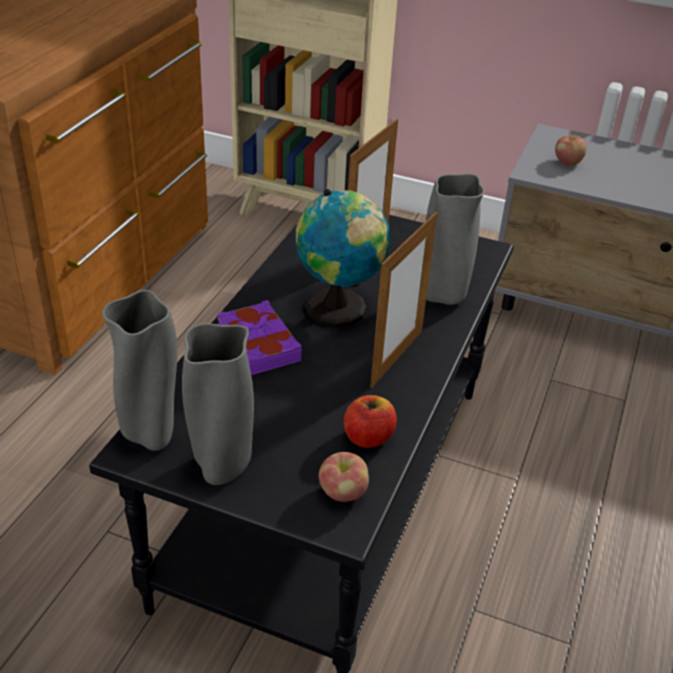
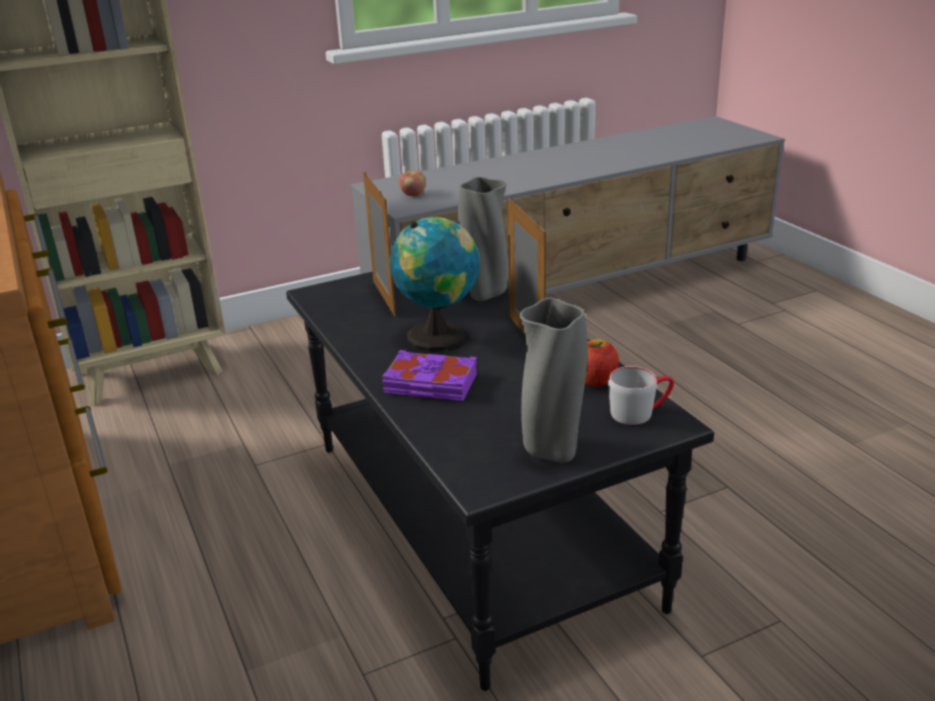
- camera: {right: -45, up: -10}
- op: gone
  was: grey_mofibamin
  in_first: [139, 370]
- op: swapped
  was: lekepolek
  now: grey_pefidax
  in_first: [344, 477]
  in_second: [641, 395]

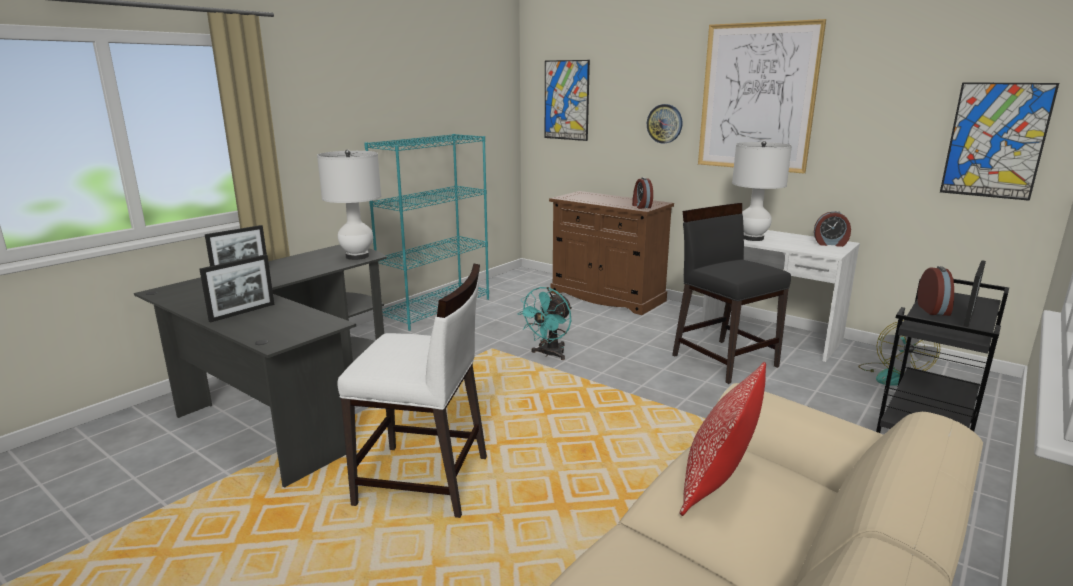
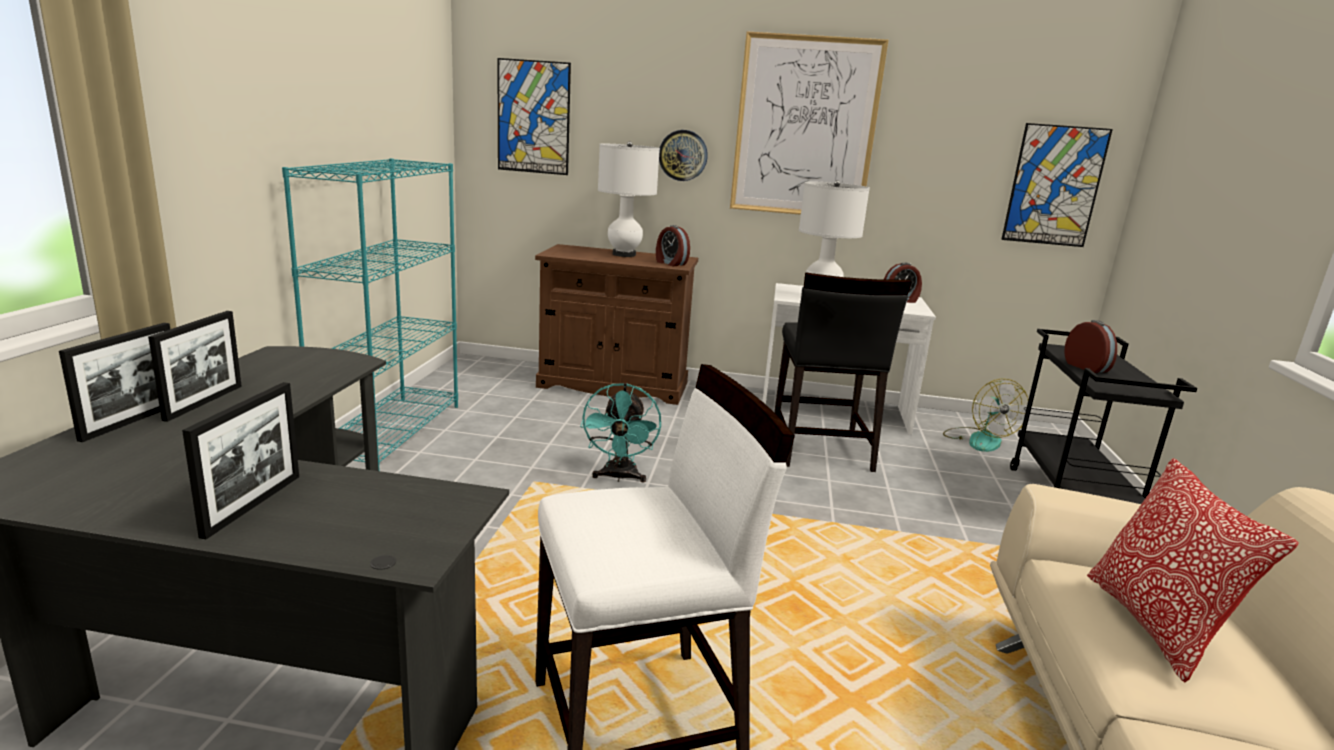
- camera: {right: -30, up: 0}
- op: shifted
  was: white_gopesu
  in_first: [349, 205]
  in_second: [629, 199]
- op: rotated
  was: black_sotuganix
  in_first: [731, 293]
  in_second: [842, 372]
  clockwise: -120
- op: shifted
  was: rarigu
  in_first: [975, 293]
  in_second: [195, 366]

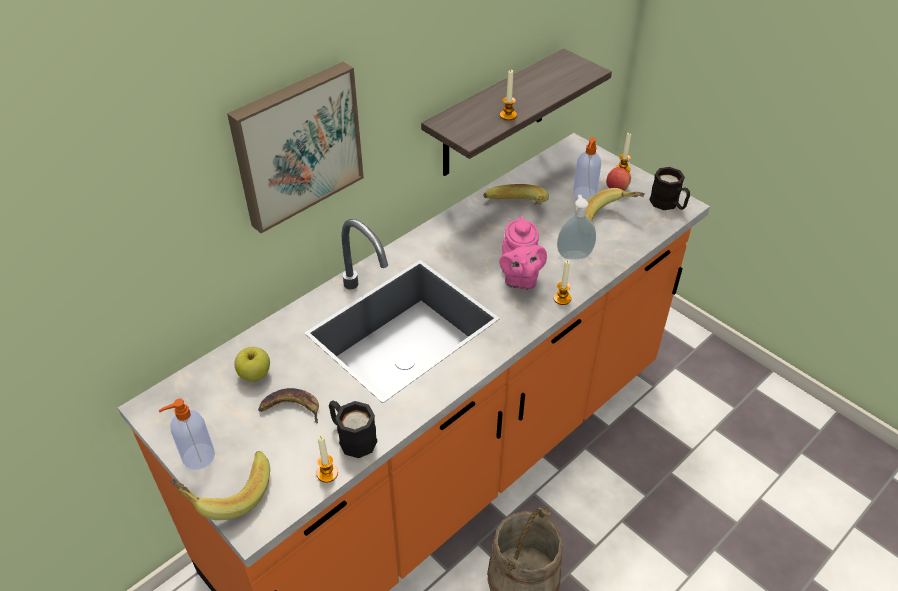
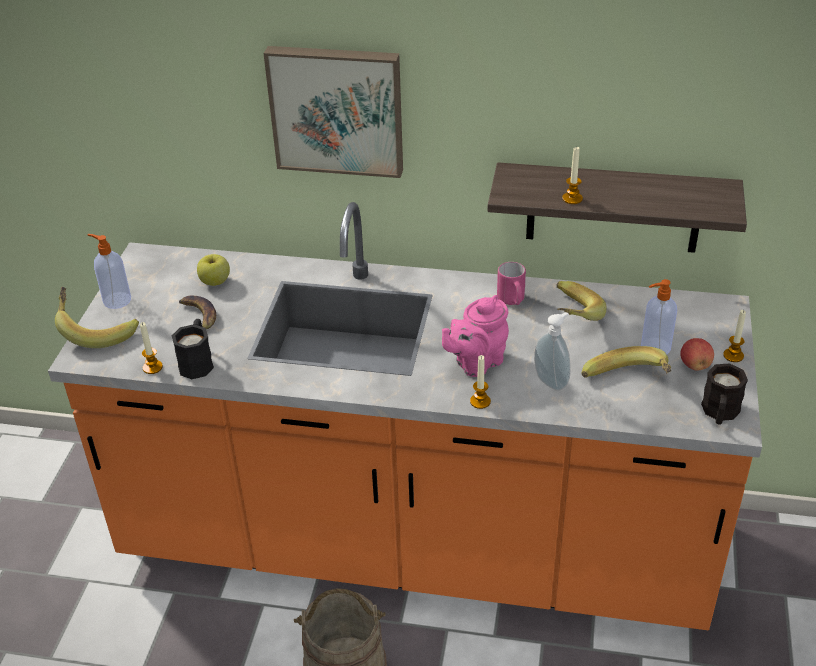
- camera: {right: 55, up: -5}
- op: new
  now: pink_pefidax
  in_second: [511, 283]

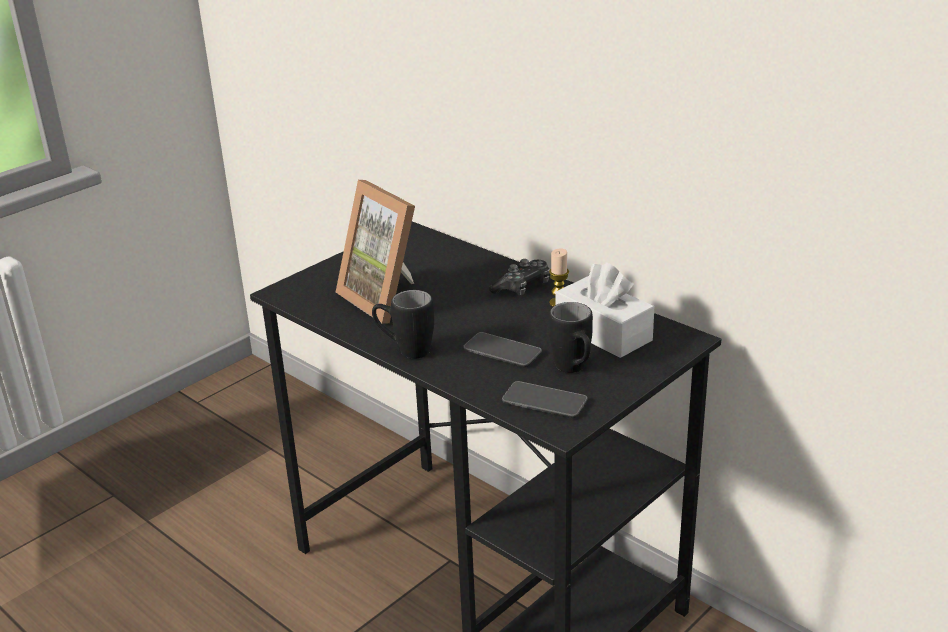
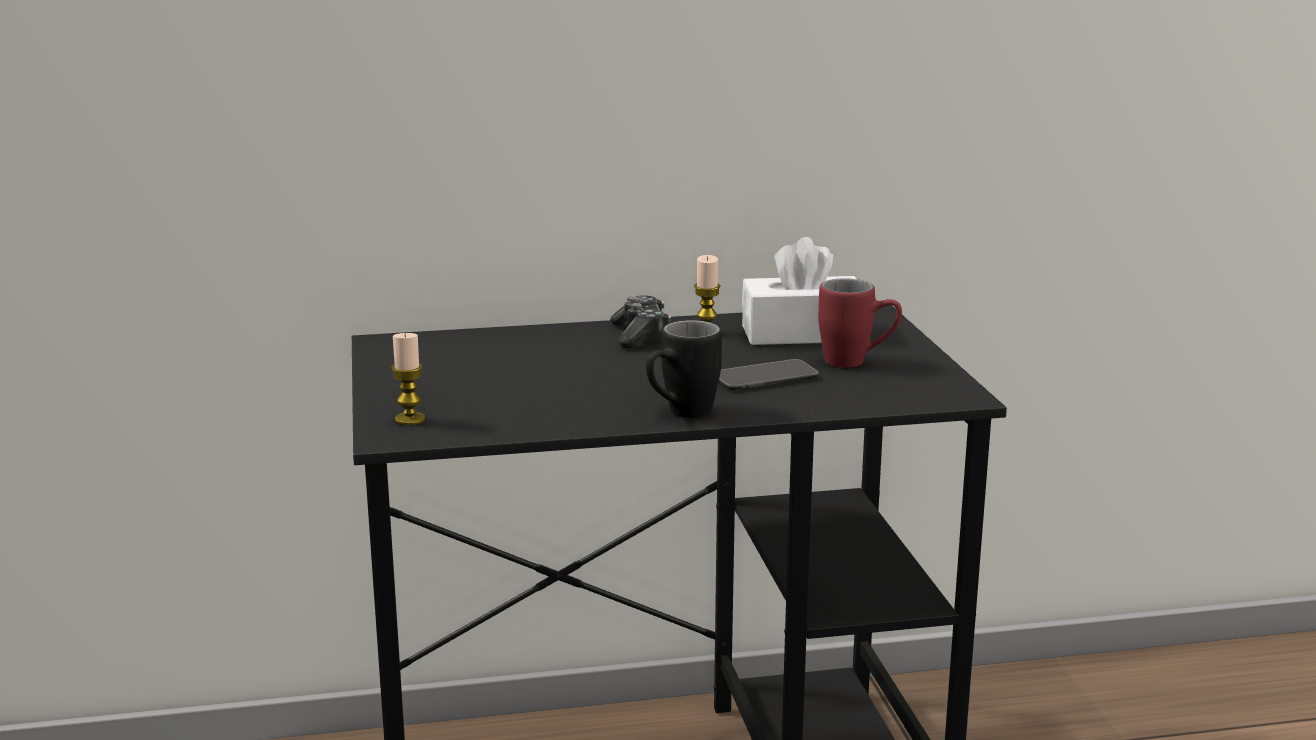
- camera: {right: -55, up: -10}
- op: gone
  was: rarigu
  in_first: [375, 252]
- op: gone
  was: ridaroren
  in_first: [545, 399]
- op: repainted
  was: black_pefidax
  now: red_pefidax
  in_first: [571, 337]
  in_second: [860, 323]
- op: new
  now: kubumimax
  in_second: [408, 379]

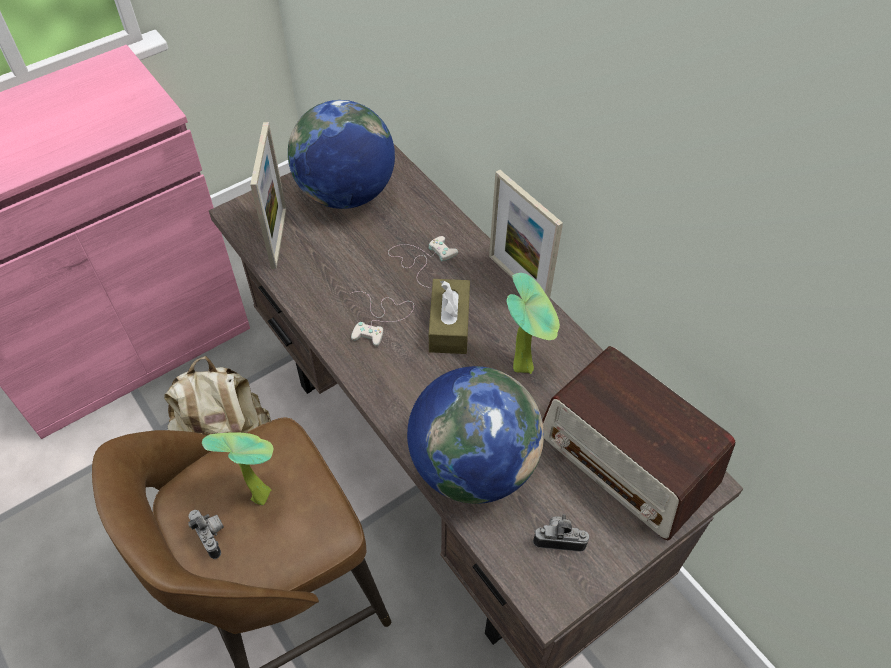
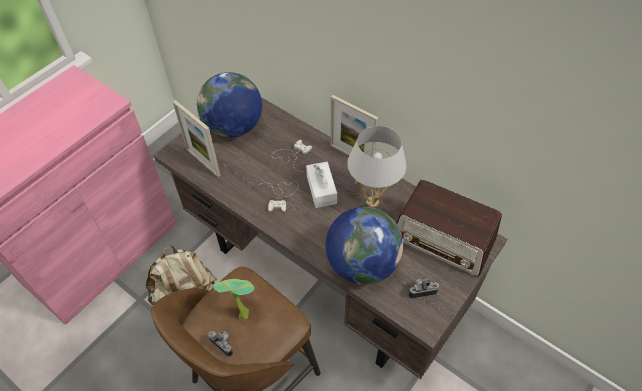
- camera: {right: -15, up: 0}
- op: rotated
  was: rarigu
  in_first: [268, 195]
  in_second: [196, 138]
  clockwise: 150
- op: repainted
  was: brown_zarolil
  now: white_zarolil
  in_first: [449, 316]
  in_second: [321, 185]
- op: swapped
  was: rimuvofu
  now: white_gopesu
  in_first: [533, 323]
  in_second: [377, 166]

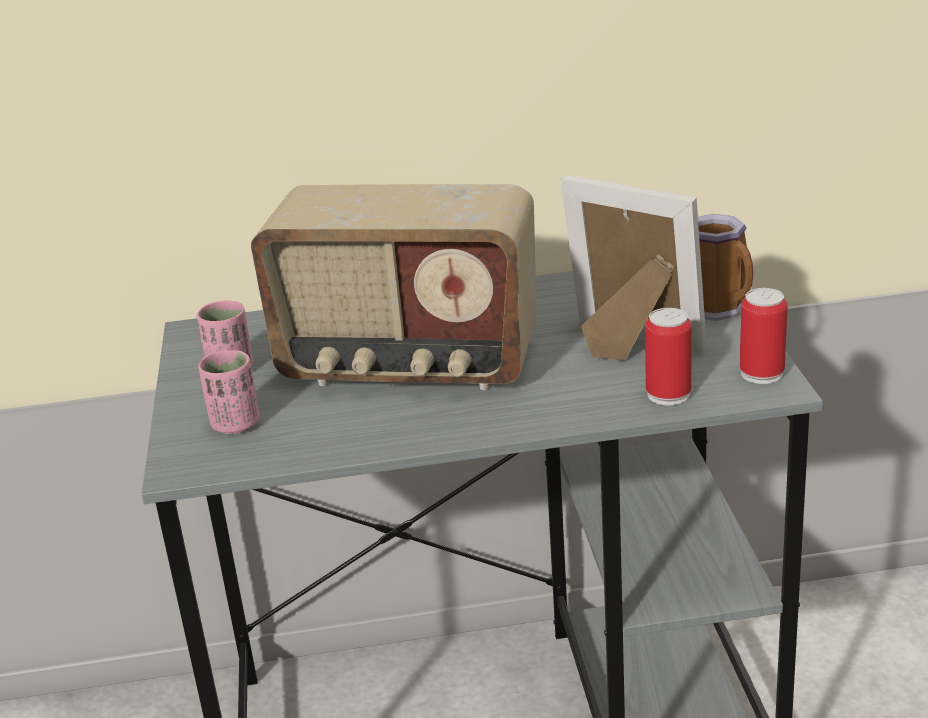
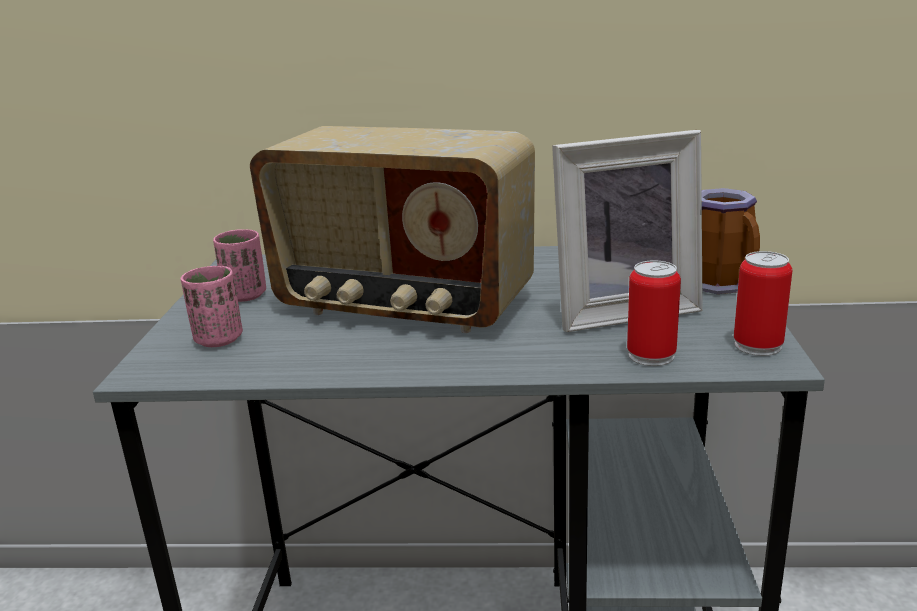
- camera: {right: 10, up: -5}
- op: rotated
  was: rarigu
  in_first: [634, 268]
  in_second: [627, 231]
  clockwise: 120

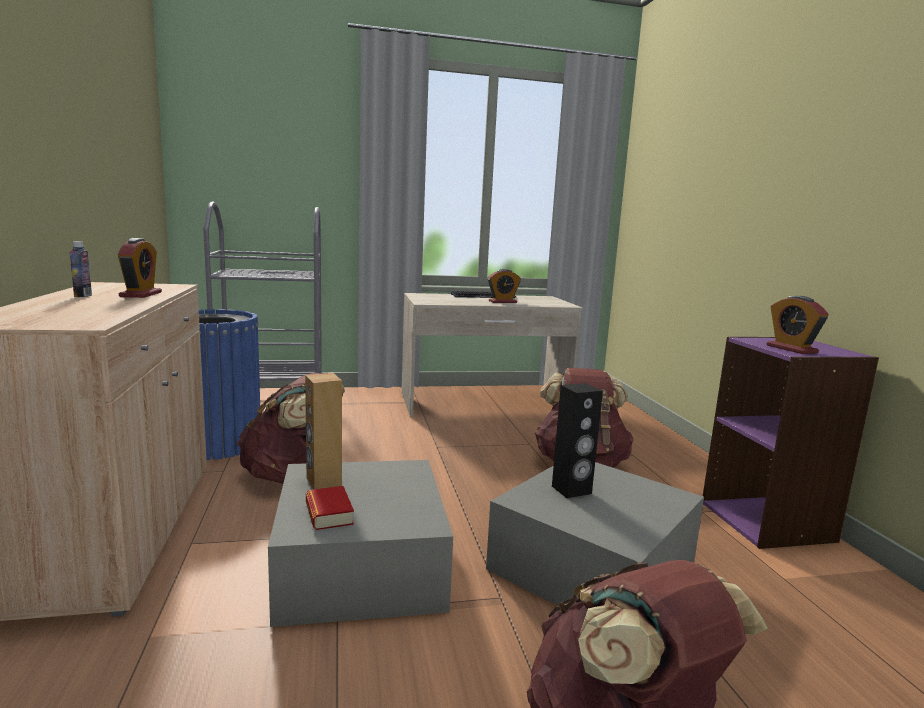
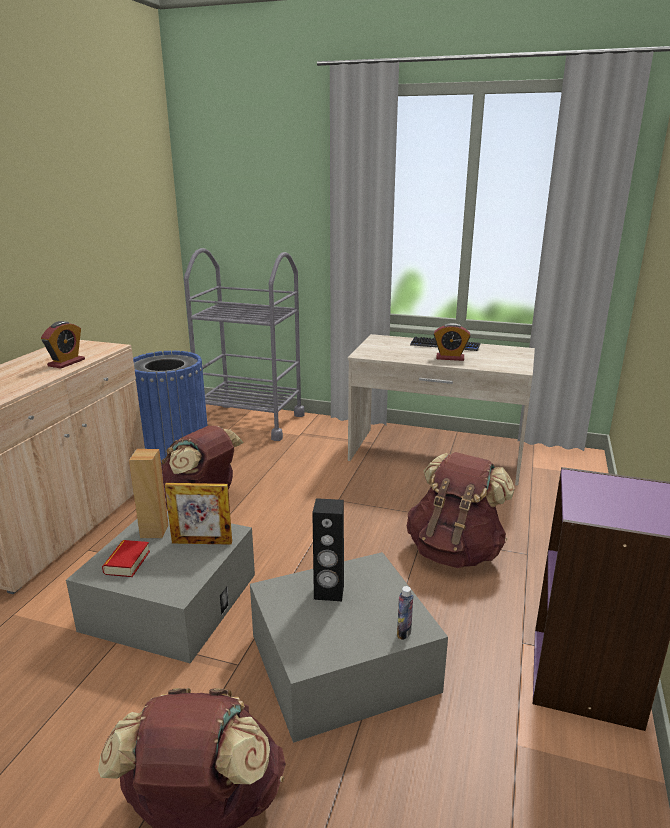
- camera: {right: 30, up: 10}
- op: shifted
  was: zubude
  in_first: [81, 269]
  in_second: [405, 613]
- op: gone
  was: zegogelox
  in_first: [798, 325]
- op: new
  now: rarigu
  in_second: [198, 514]

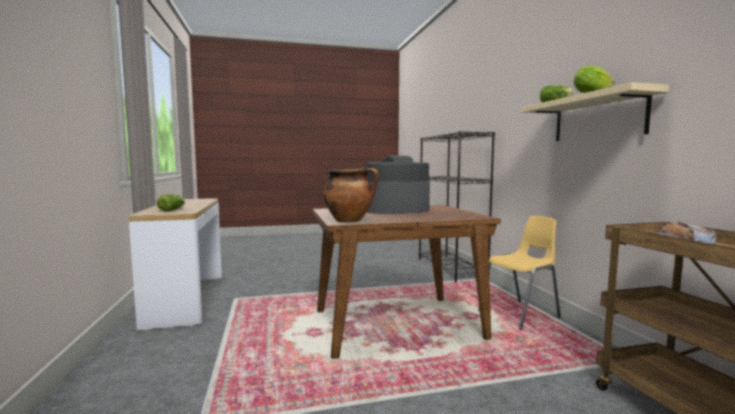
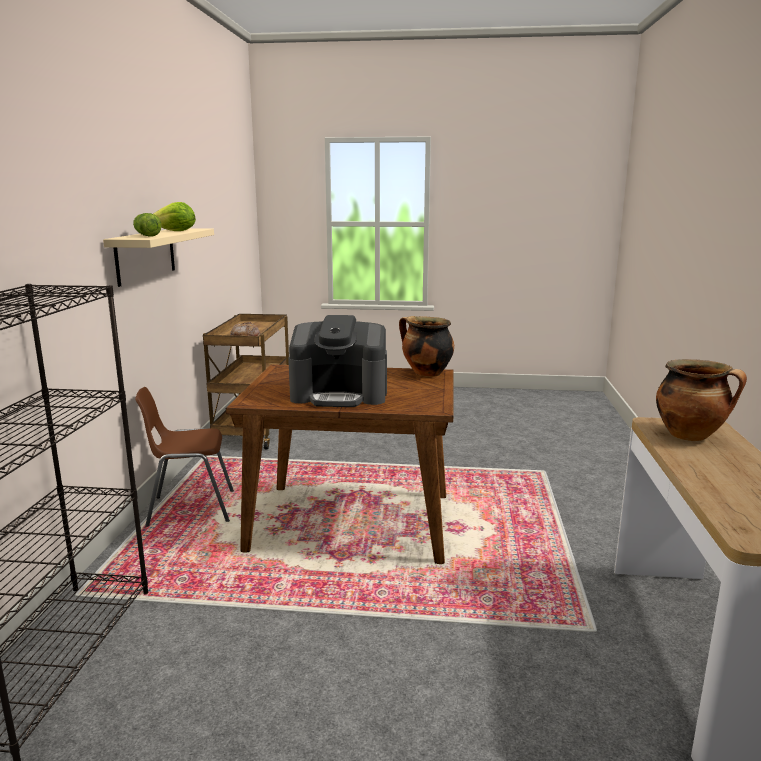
- camera: {right: -160, up: 10}
- op: swapped
  was: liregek
  now: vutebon
  in_first: [171, 202]
  in_second: [701, 400]
- op: repainted
  was: yellow_sotuganix
  now: brown_sotuganix
  in_first: [519, 273]
  in_second: [184, 457]

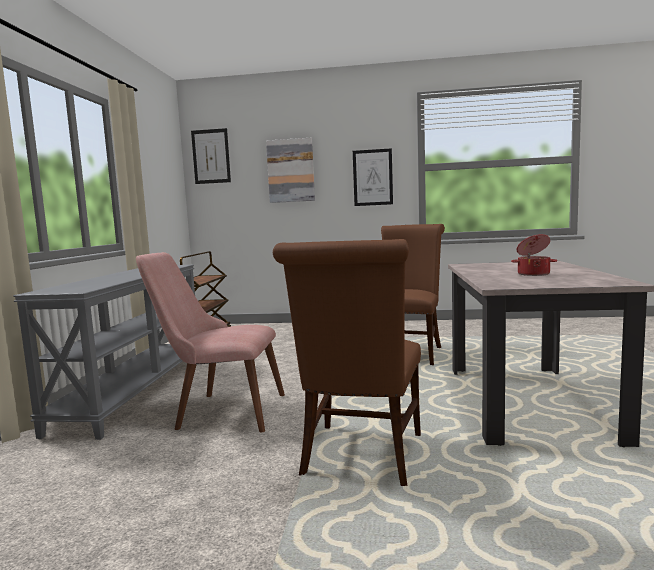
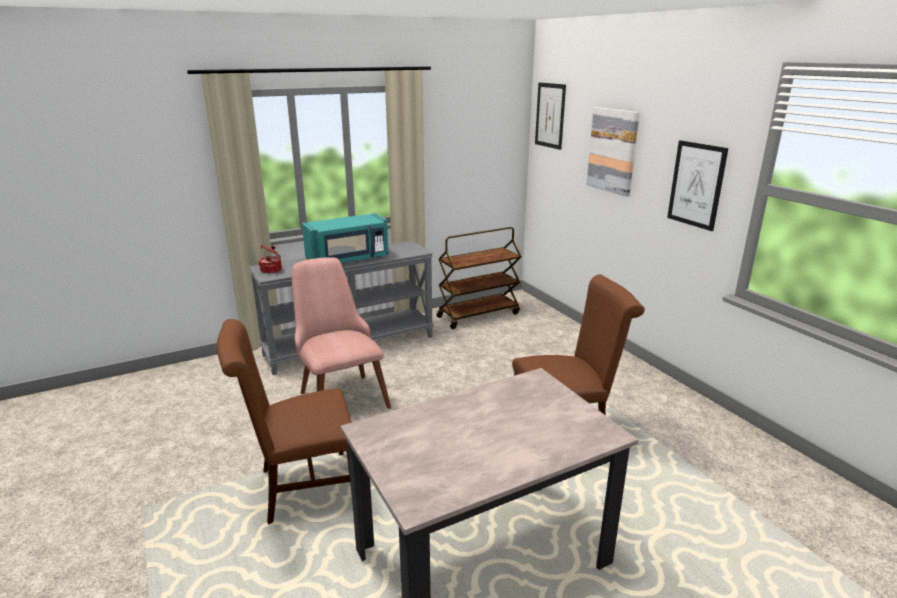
- camera: {right: 55, up: 15}
- op: shifted
  was: vutebon
  in_first: [534, 255]
  in_second: [270, 259]
- op: new
  now: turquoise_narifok
  in_second: [345, 238]

